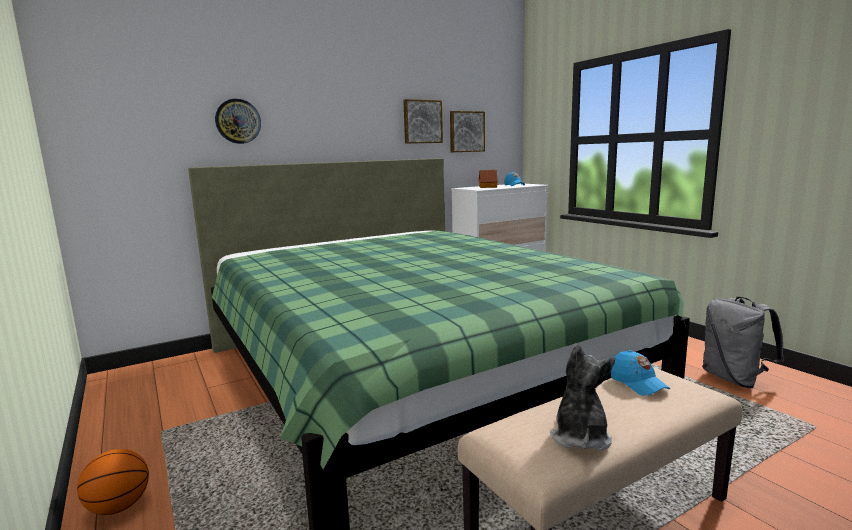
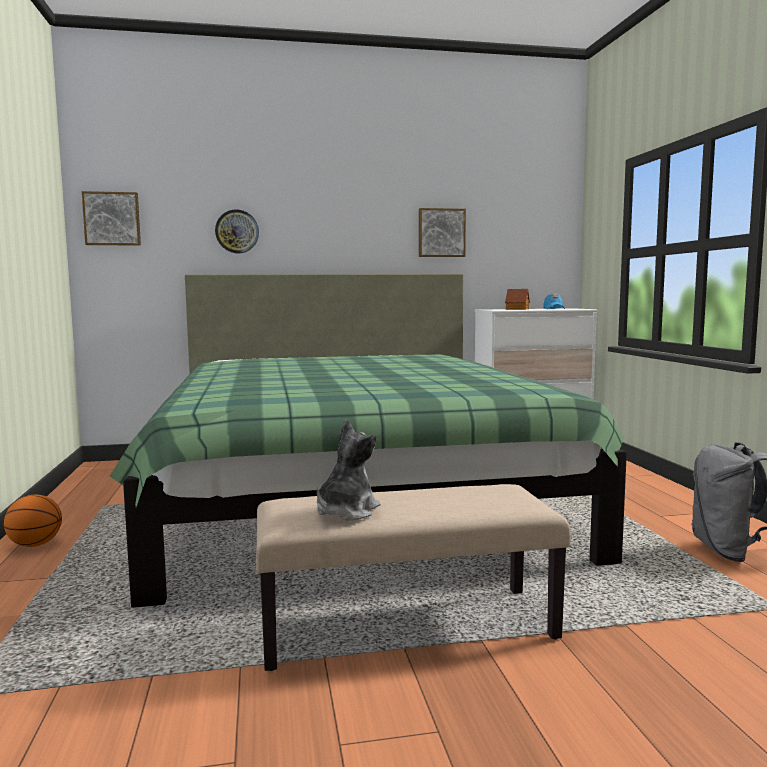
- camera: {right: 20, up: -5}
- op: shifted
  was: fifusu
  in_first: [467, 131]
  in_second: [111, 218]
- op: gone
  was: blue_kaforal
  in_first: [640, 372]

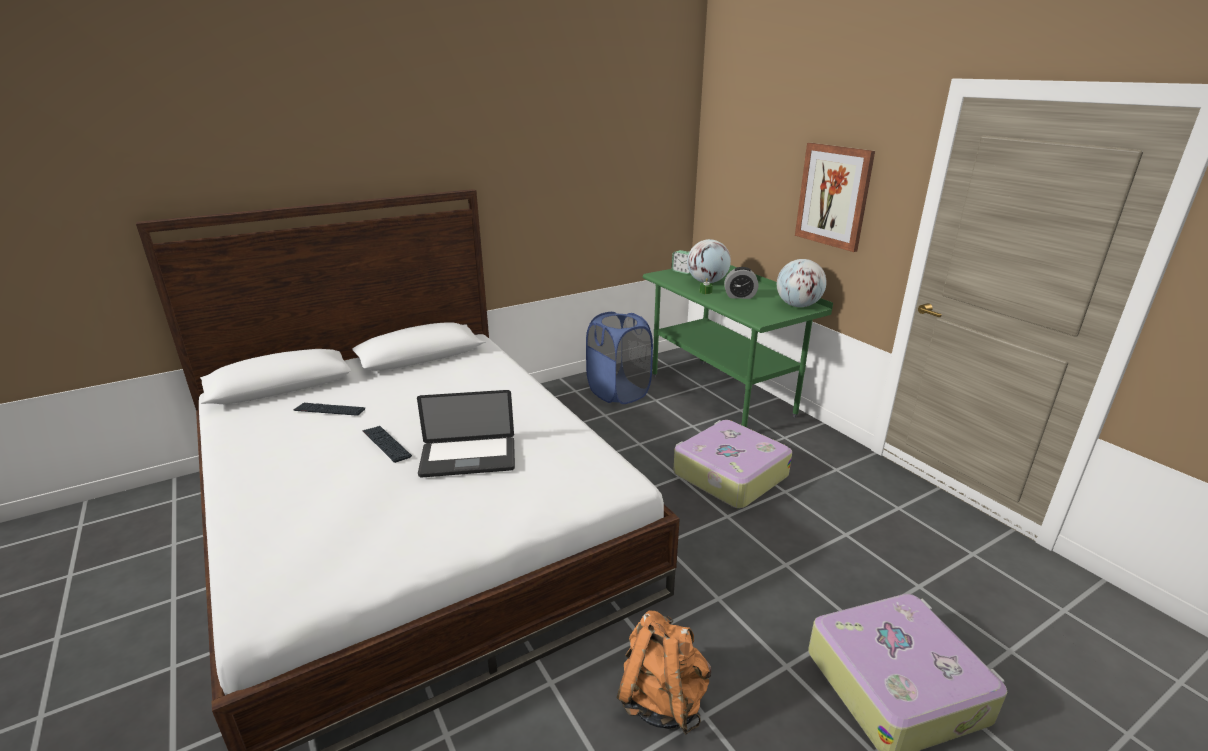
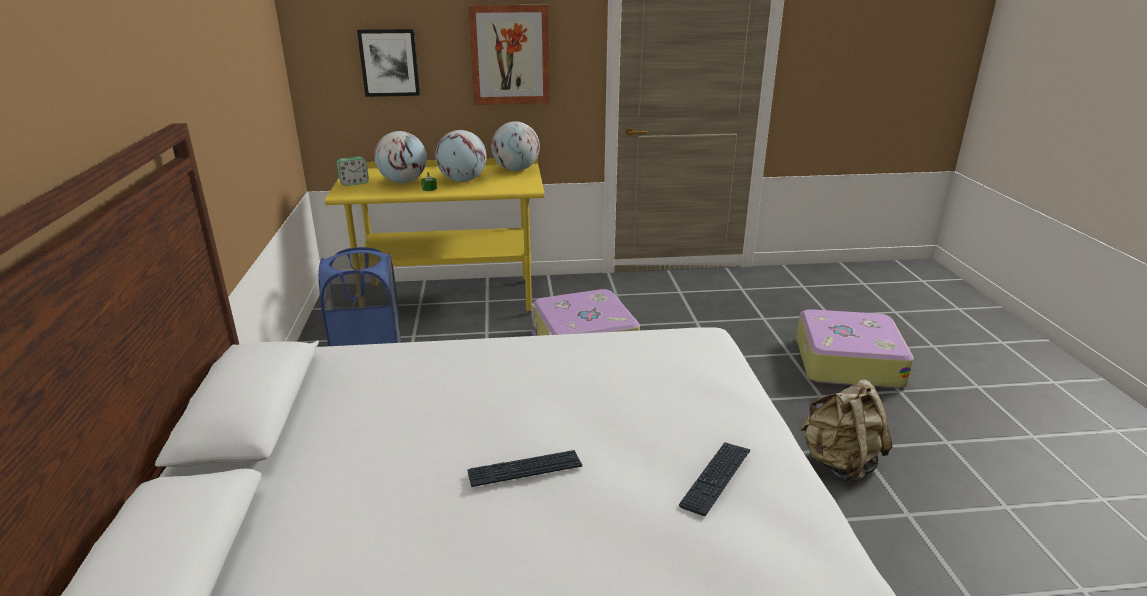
- camera: {right: -65, up: 0}
- op: shifted
  was: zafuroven
  in_first: [329, 409]
  in_second: [714, 479]
- op: gone
  was: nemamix
  in_first: [466, 433]
- op: repainted
  was: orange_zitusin
  now: beige_zitusin
  in_first: [664, 672]
  in_second: [845, 431]
- op: repainted
  was: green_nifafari
  now: yellow_nifafari
  in_first: [738, 346]
  in_second: [434, 236]
- op: swapped
  was: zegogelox
  now: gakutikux
  in_first: [741, 283]
  in_second: [461, 156]
- op: new
  now: fifusu
  in_second: [388, 63]

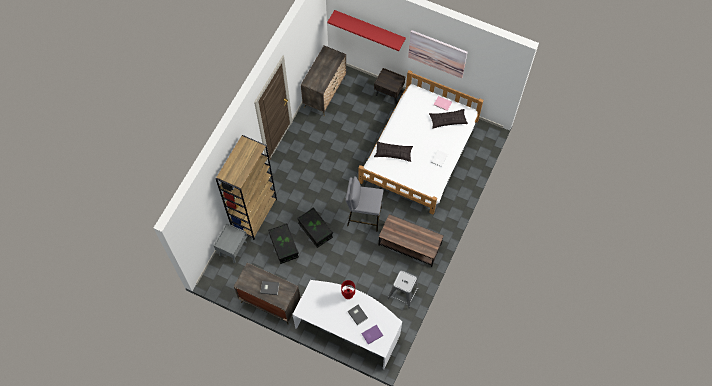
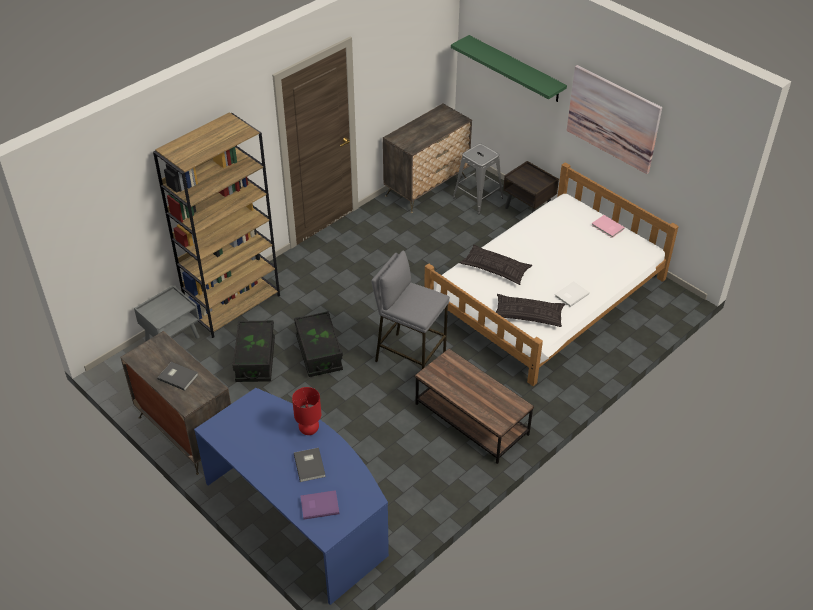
- camera: {right: 20, up: -20}
- op: repainted
  was: white_nifafari
  now: blue_nifafari
  in_first: [347, 325]
  in_second: [291, 496]
- op: repainted
  was: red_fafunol
  now: green_fafunol
  in_first: [366, 30]
  in_second: [509, 68]
- op: shifted
  was: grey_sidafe
  in_first: [403, 290]
  in_second: [478, 178]
- op: shifted
  was: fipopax
  in_first: [448, 119]
  in_second: [530, 310]

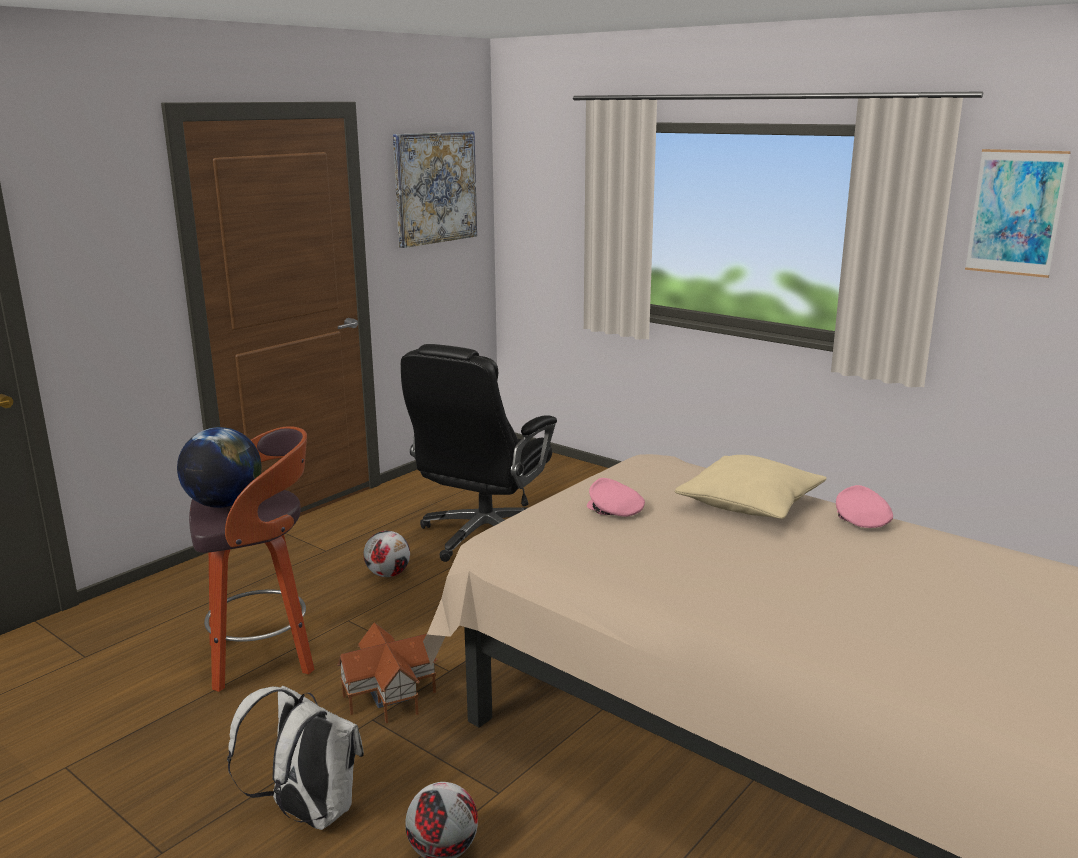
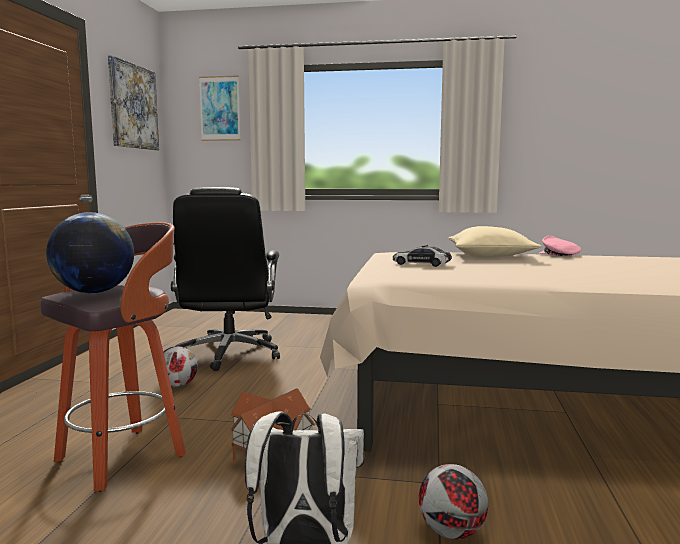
- camera: {right: -30, up: -10}
- op: swapped
  was: pink_kaforal
  now: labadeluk
  in_first: [616, 497]
  in_second: [422, 256]
- op: shifted
  was: fifusu
  in_first: [1018, 213]
  in_second: [220, 108]

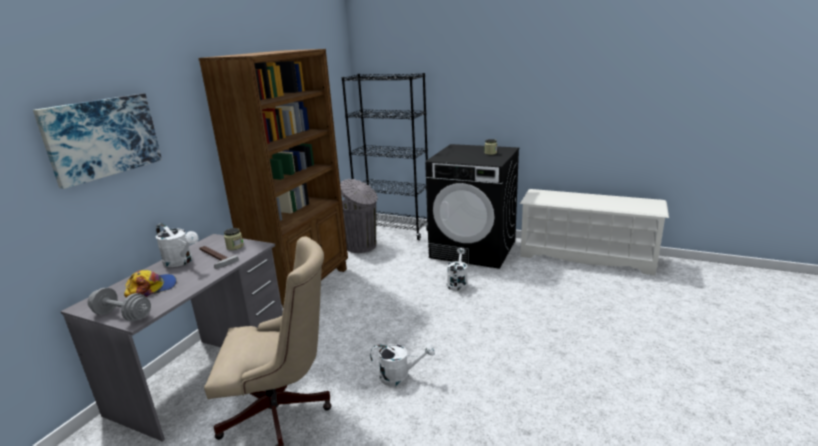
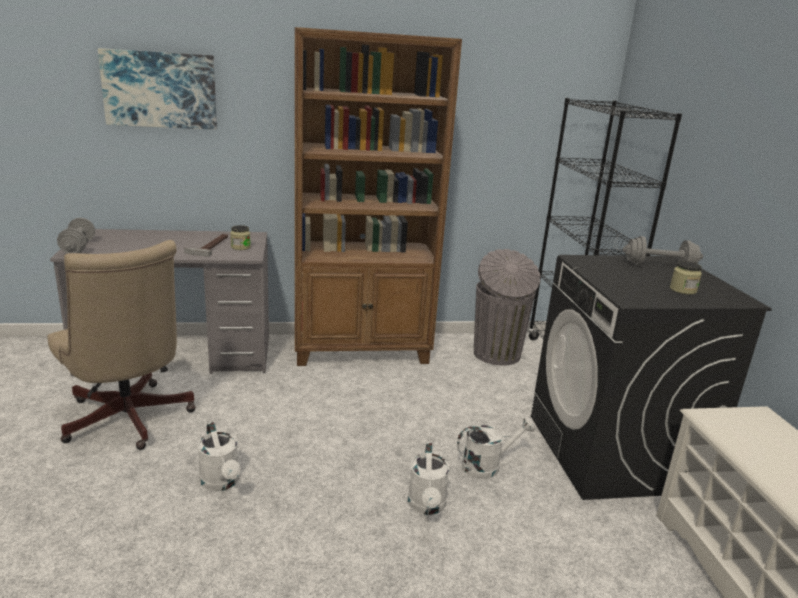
- camera: {right: 55, up: 0}
- op: gone
  was: kaforal
  in_first: [150, 284]
- op: shifted
  was: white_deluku
  in_first: [176, 245]
  in_second: [428, 478]
- op: new
  now: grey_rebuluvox
  in_second: [663, 250]

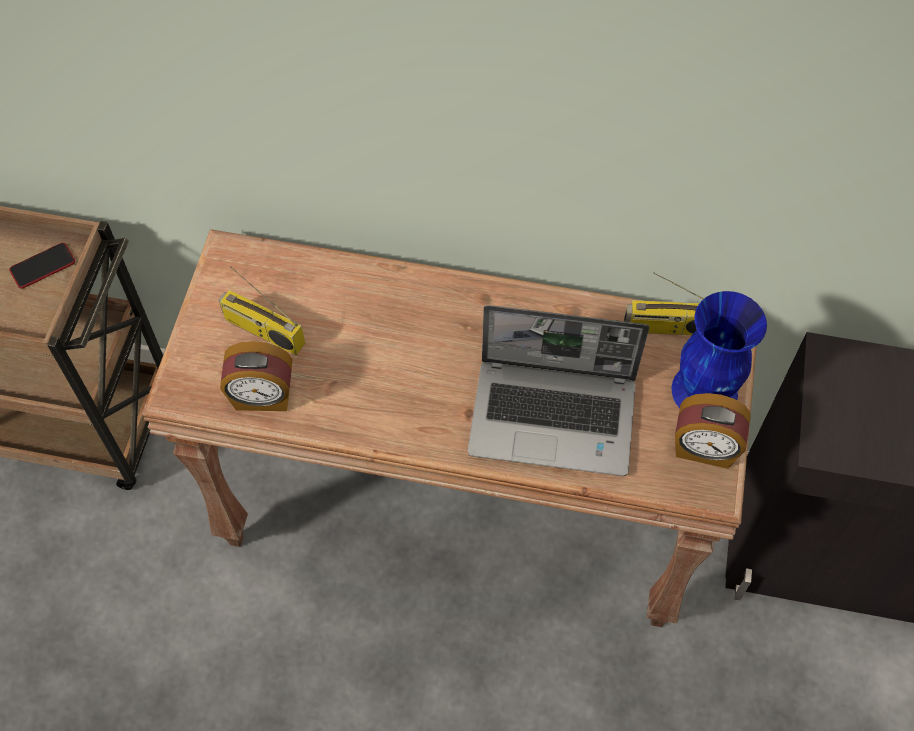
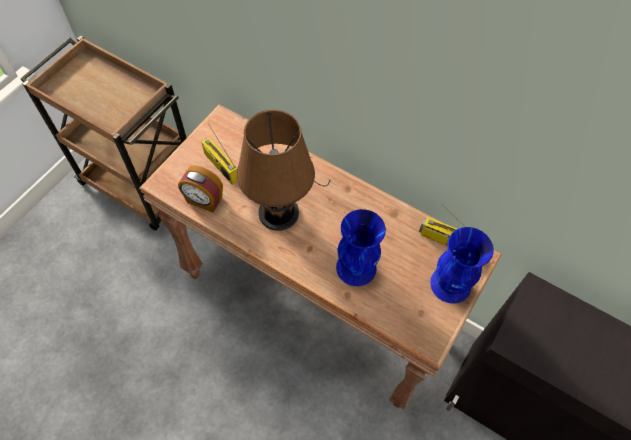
- camera: {right: 20, up: 0}
- op: gone
  was: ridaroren
  in_first: [42, 266]
- op: swapped
  was: nemamix
  now: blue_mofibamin
  in_first: [559, 390]
  in_second: [361, 247]
- op: gone
  was: zegogelox
  in_first: [713, 431]
- op: new
  now: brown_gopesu
  in_second: [283, 170]

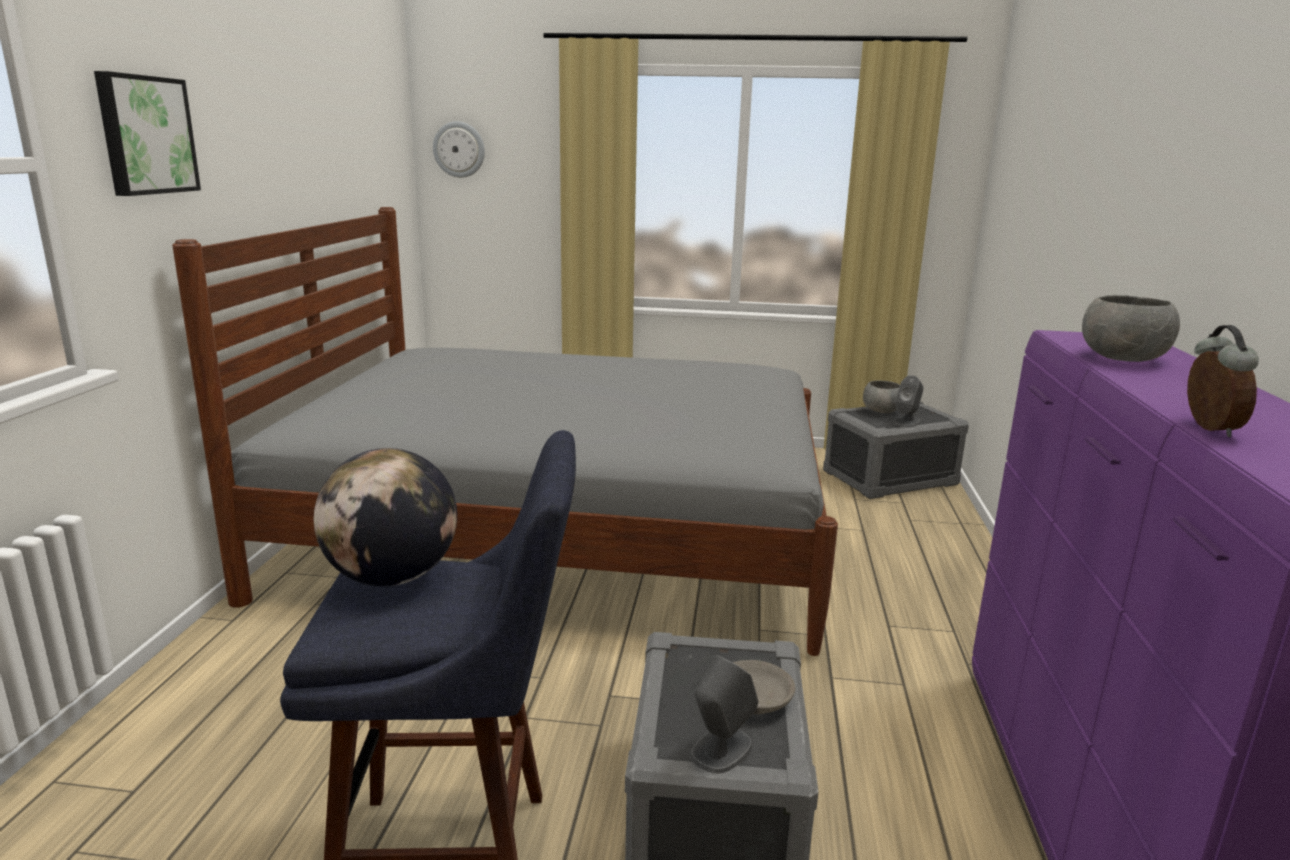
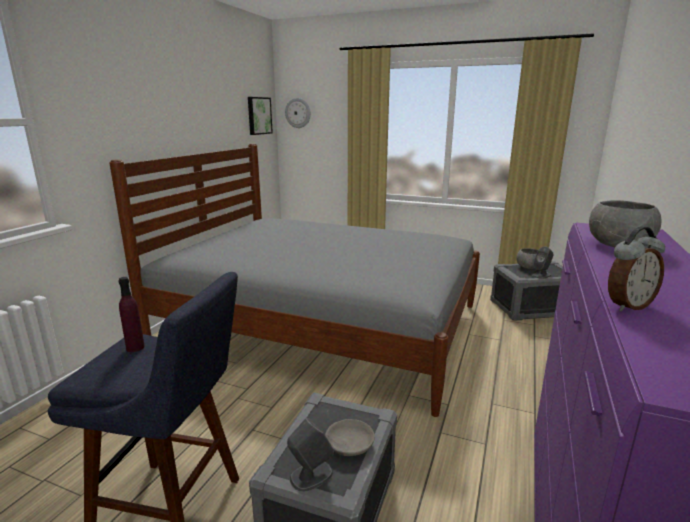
- camera: {right: 15, up: 0}
- op: shifted
  was: fifusu
  in_first: [147, 133]
  in_second: [260, 116]
- op: swapped
  was: gakutikux
  now: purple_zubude
  in_first: [385, 517]
  in_second: [132, 314]
- op: rotated
  was: zegogelox
  in_first: [1223, 381]
  in_second: [636, 269]
  clockwise: 45

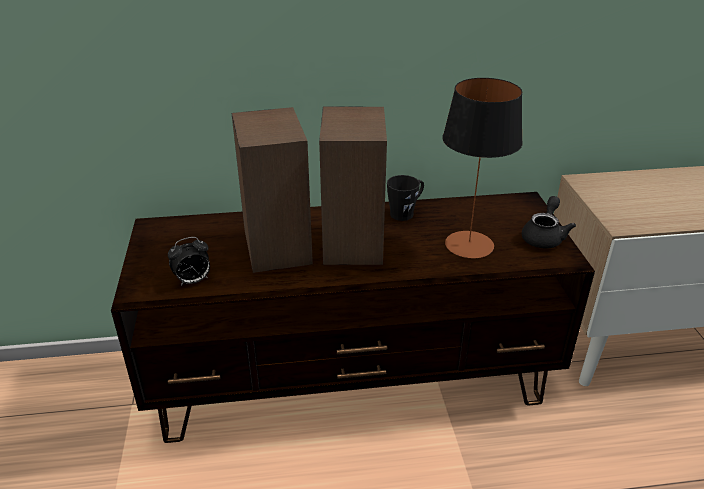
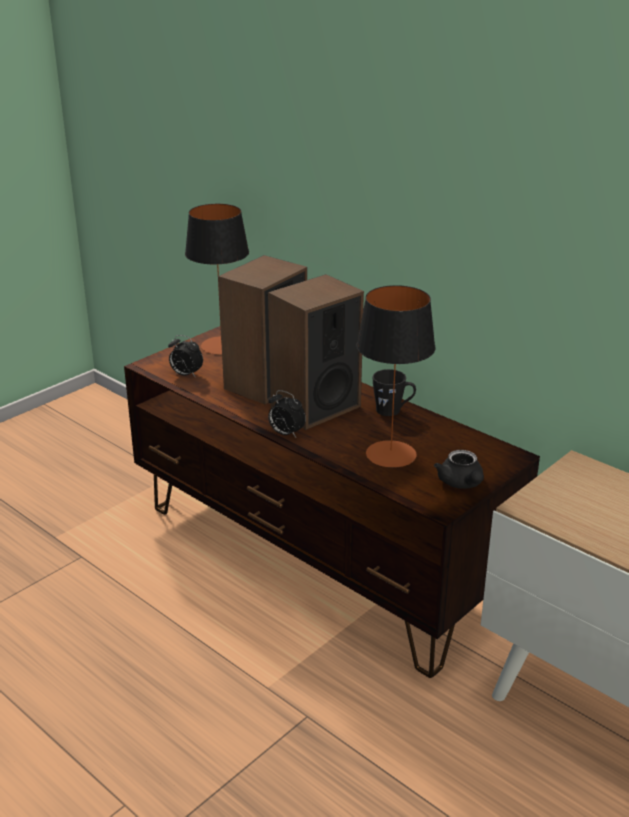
- camera: {right: 50, up: -5}
- op: rotated
  was: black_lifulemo
  in_first: [549, 222]
  in_second: [459, 469]
  clockwise: 90
- op: new
  now: gopesu
  in_second: [217, 279]
- op: new
  now: zegogelox
  in_second: [287, 414]

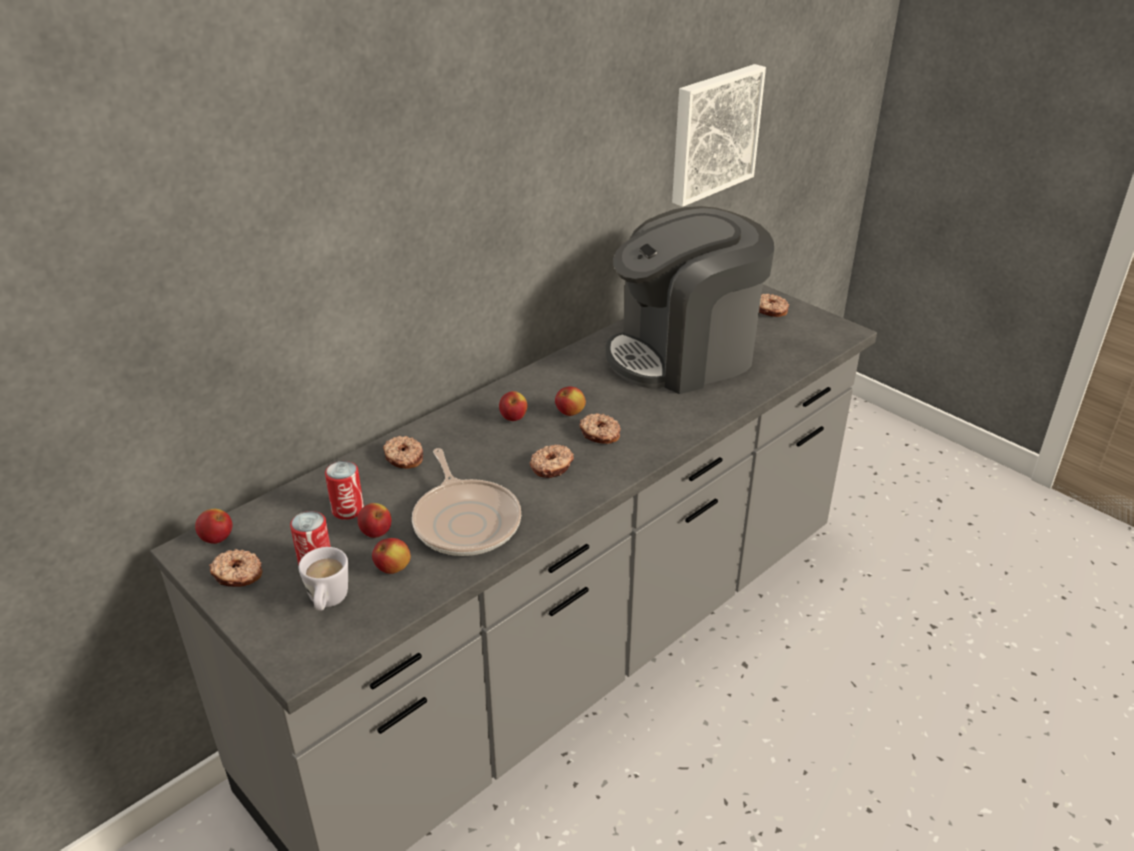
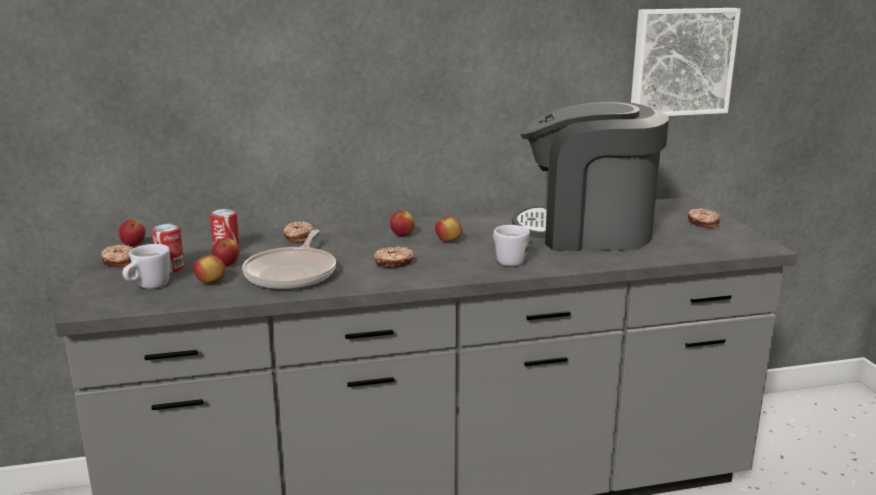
- camera: {right: 30, up: -15}
- op: gone
  was: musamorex
  in_first: [600, 428]
- op: new
  now: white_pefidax
  in_second: [511, 245]

